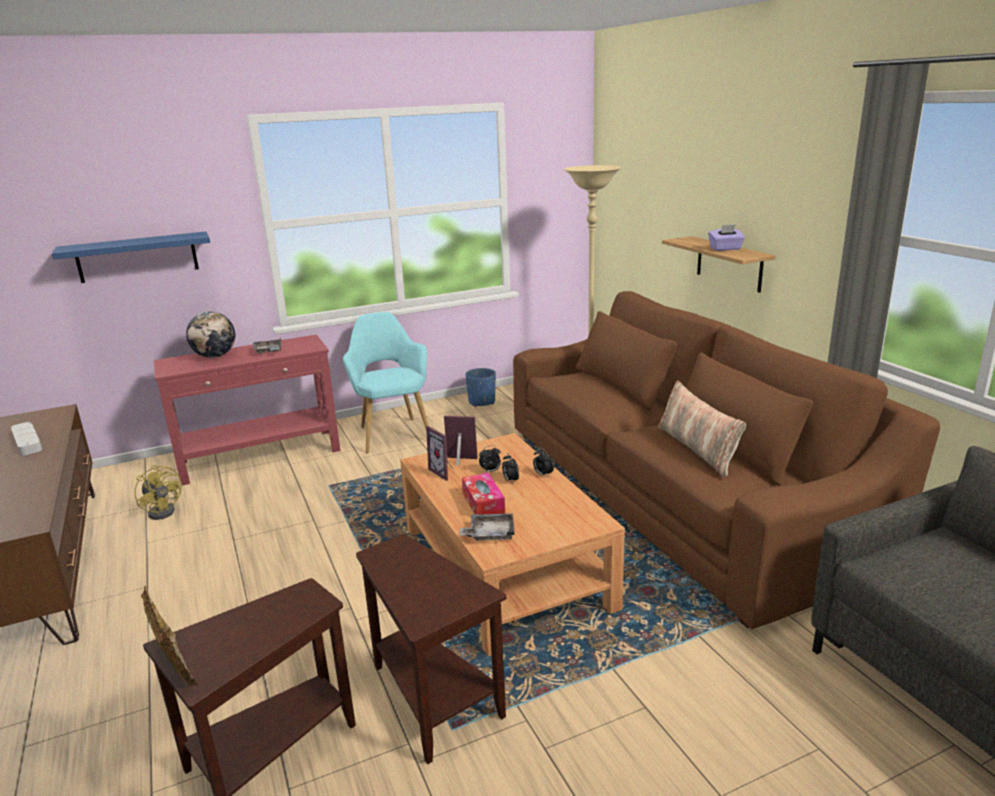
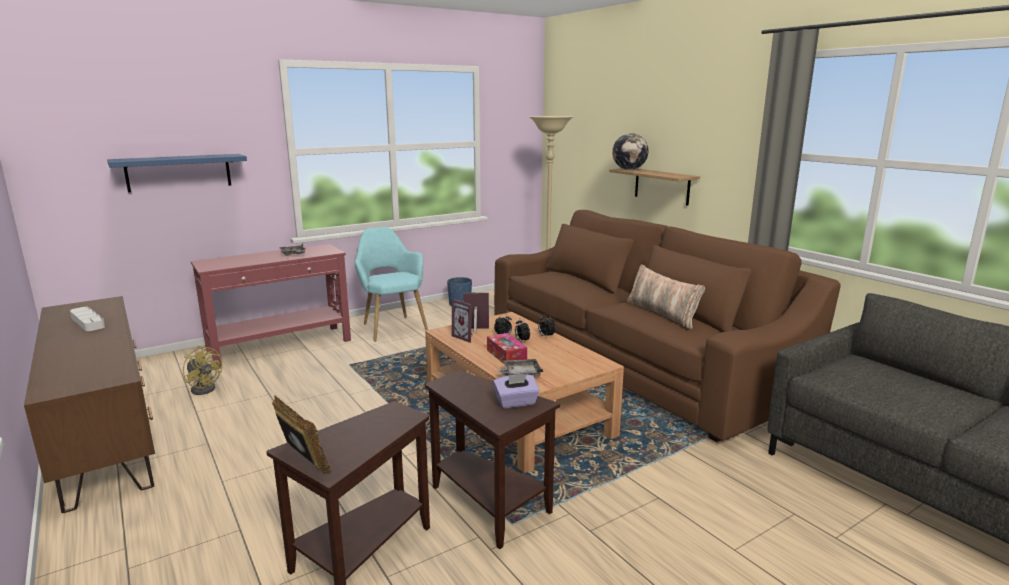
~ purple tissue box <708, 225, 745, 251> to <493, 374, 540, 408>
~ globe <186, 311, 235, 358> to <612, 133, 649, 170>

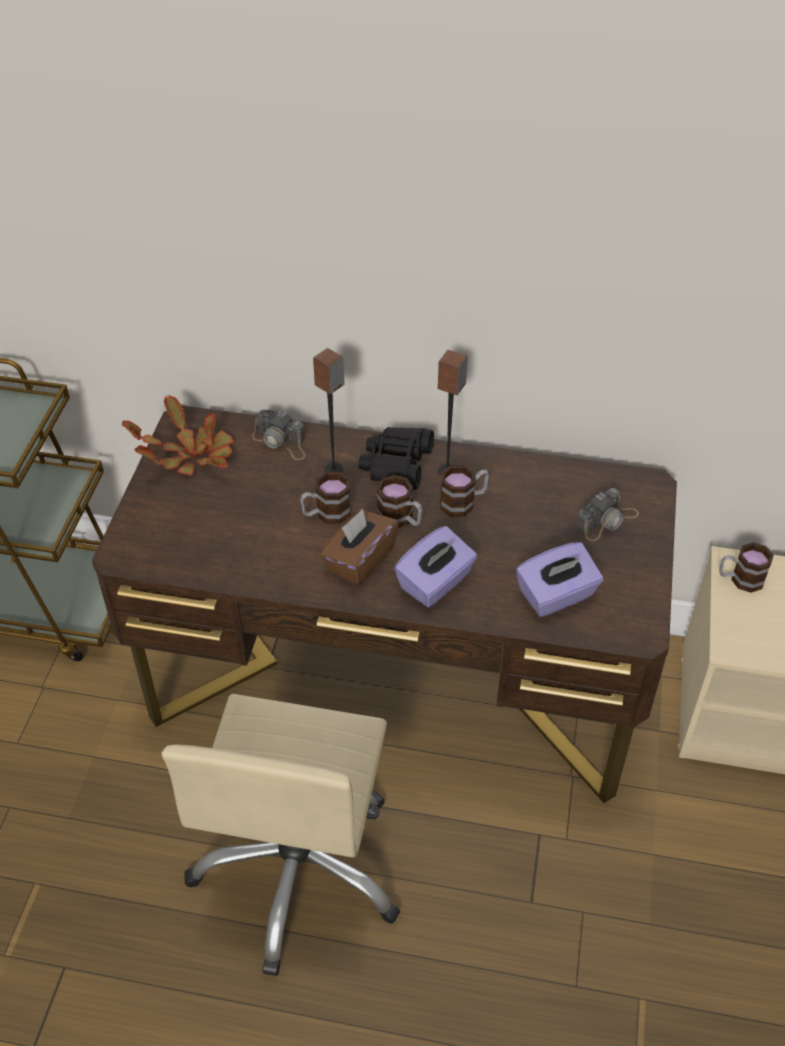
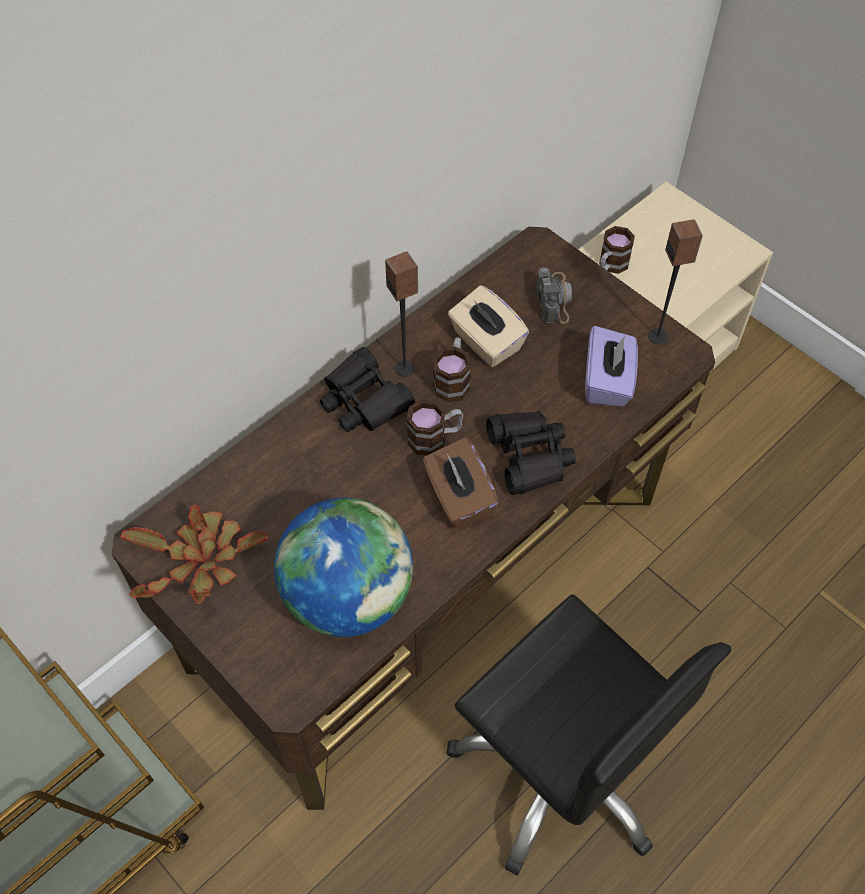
+ globe <274, 497, 413, 637>
~ beige office chair <162, 694, 400, 976> to black office chair <446, 594, 731, 875>
+ beige tissue box <448, 285, 529, 367>
~ purple tissue box <394, 526, 477, 607> to black binoculars <486, 411, 576, 495>
~ speaker <313, 348, 345, 473> to <648, 219, 703, 344>
- photo camera <252, 409, 305, 460>
- mug <300, 472, 351, 524>

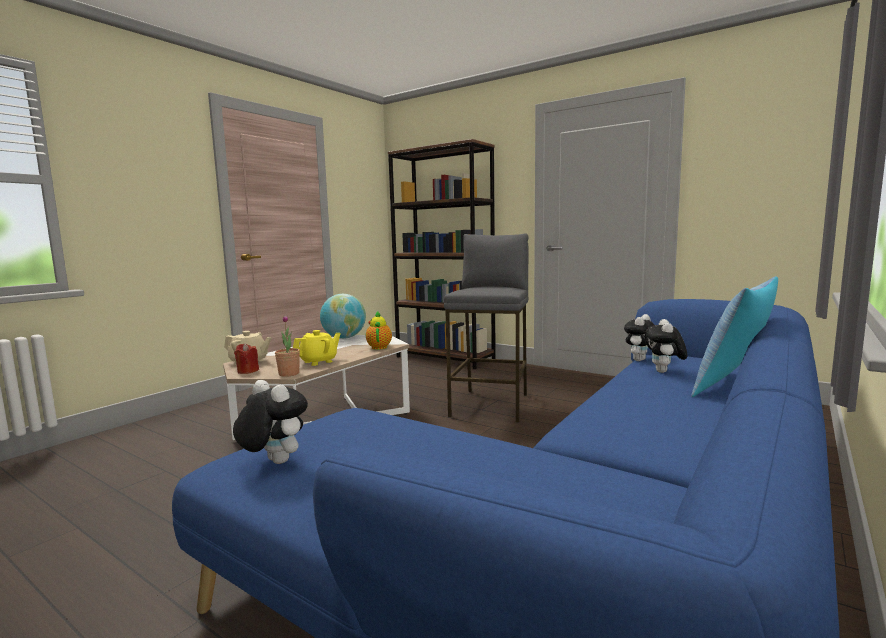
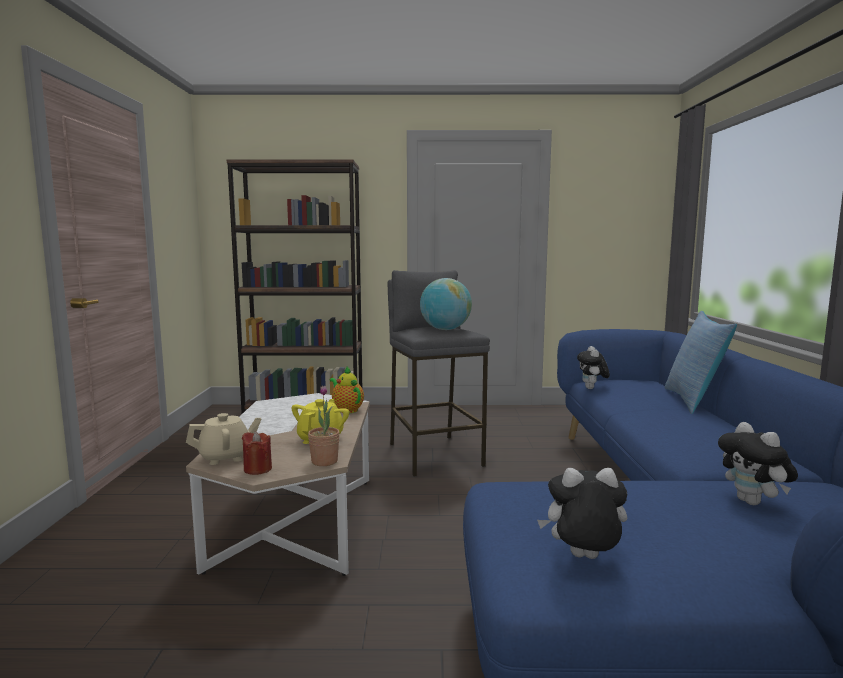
~ globe <320, 294, 366, 339> to <420, 278, 472, 330>
~ plush toy <646, 319, 687, 373> to <718, 422, 798, 505>

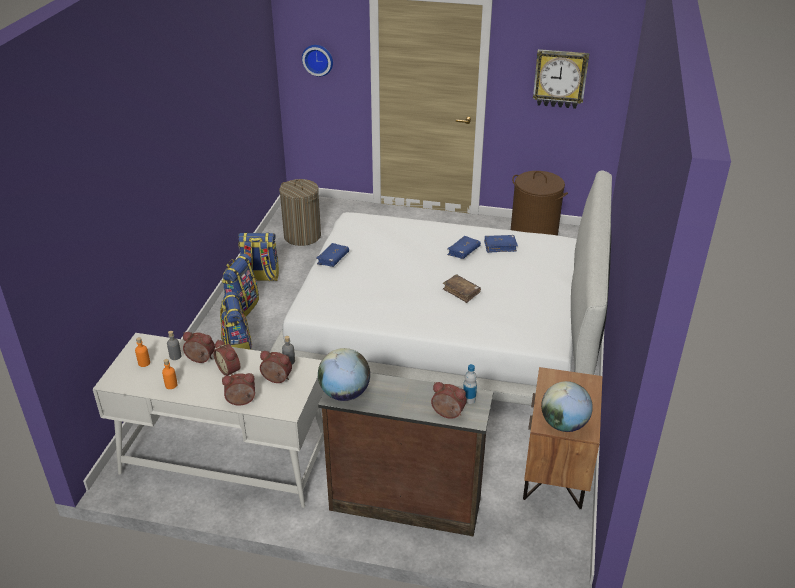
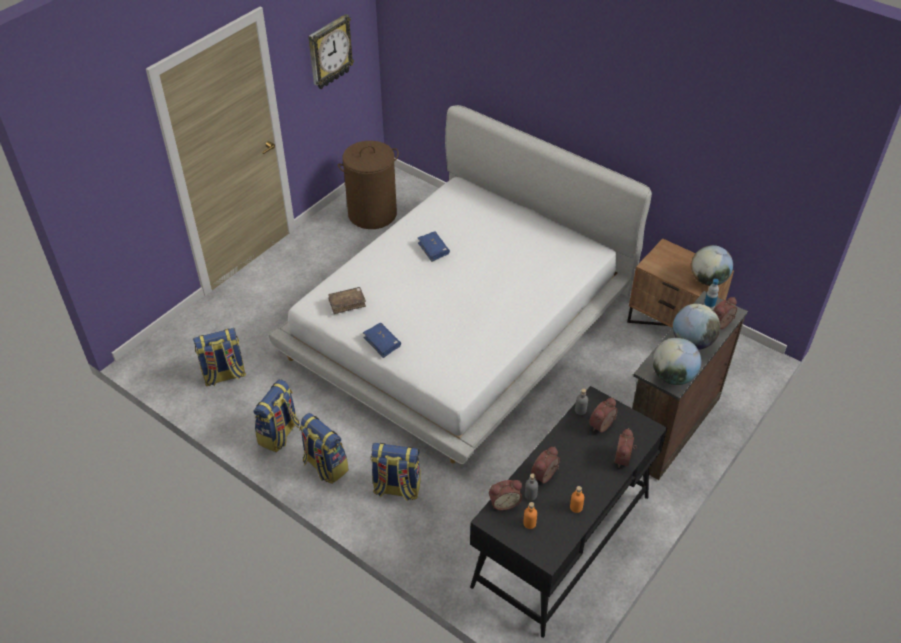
~ laundry basket <279, 179, 321, 246> to backpack <193, 328, 246, 386>
~ brown book <443, 274, 481, 303> to <328, 287, 366, 314>
~ white desk <93, 333, 324, 508> to black desk <470, 386, 667, 638>
~ alarm clock <213, 340, 240, 376> to <489, 480, 522, 510>
+ globe <673, 304, 720, 350>
- wall clock <302, 45, 333, 77>
- blue book <484, 235, 518, 253>

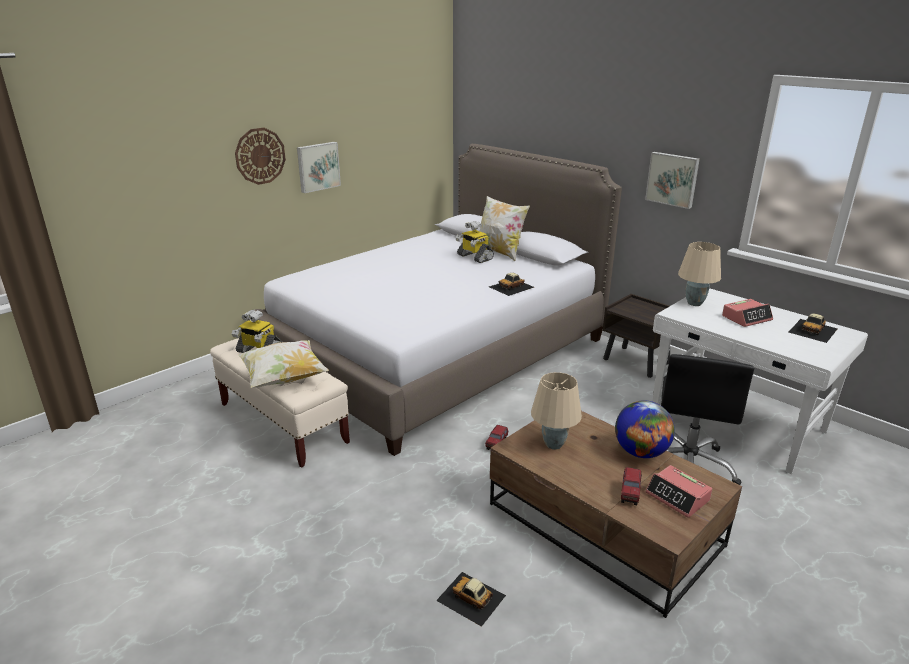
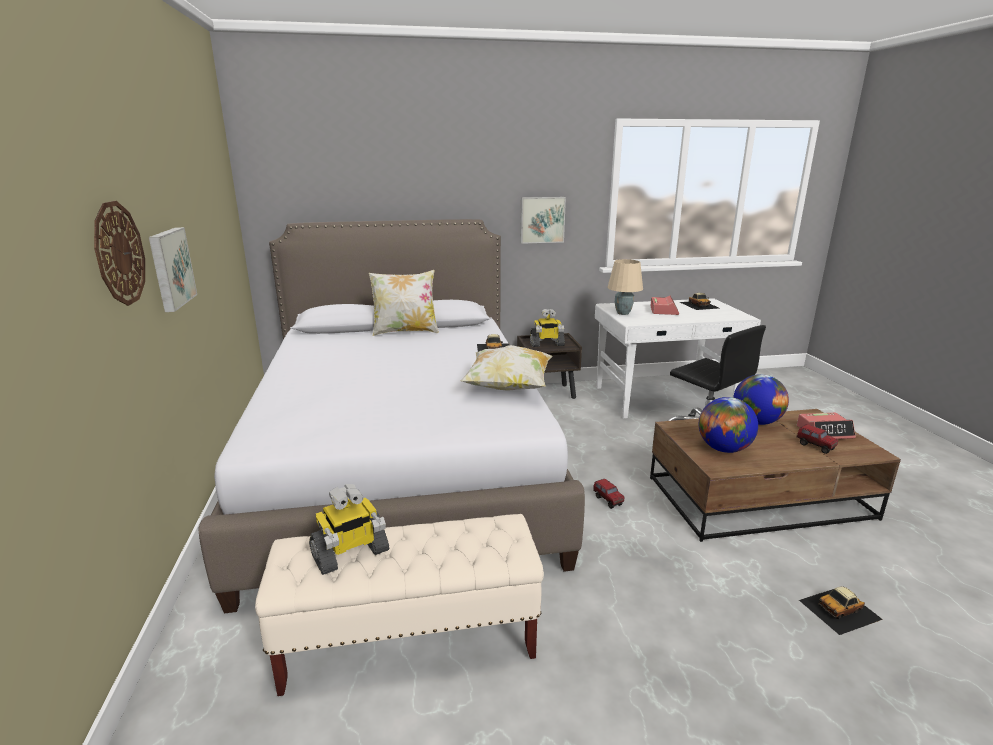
~ pillow <238, 340, 329, 388> to <460, 345, 553, 391>
~ toy robot <455, 221, 494, 263> to <530, 308, 565, 347>
~ beige table lamp <531, 372, 582, 450> to globe <699, 397, 758, 453>

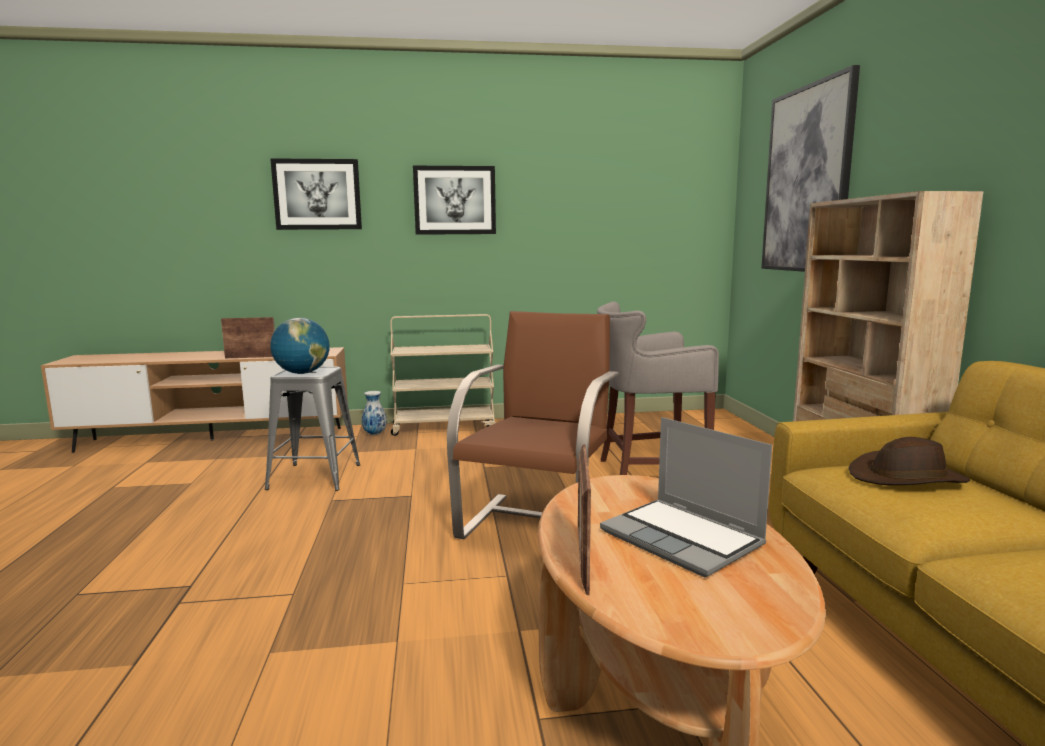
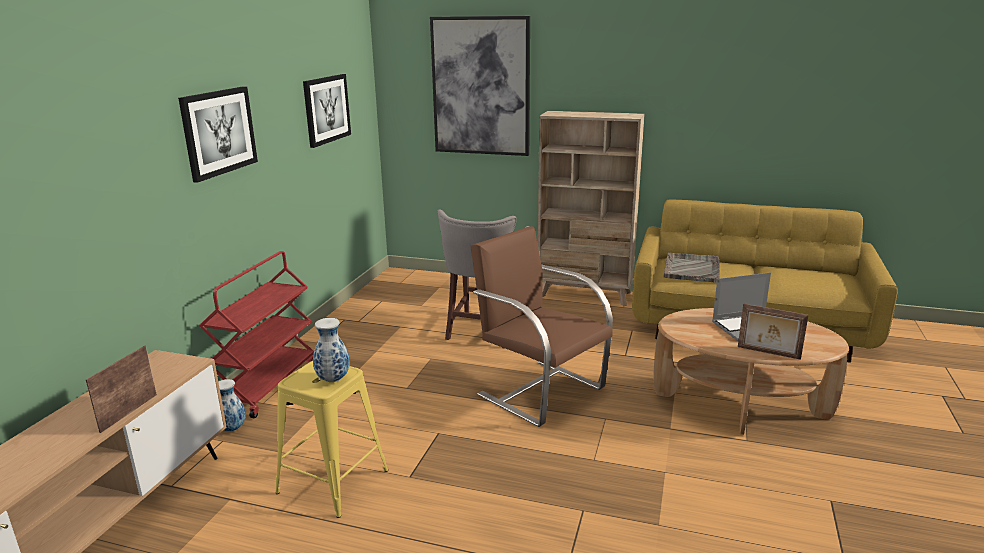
~ beige cart <390, 314, 496, 436> to red cart <199, 251, 314, 418>
~ grey stool <265, 367, 360, 491> to yellow stool <275, 361, 388, 518>
~ picture <270, 158, 362, 230> to <303, 74, 351, 148>
~ globe <270, 318, 330, 374> to vase <313, 318, 350, 382>
~ brown hat <848, 437, 970, 485> to grey tray <663, 253, 720, 283>

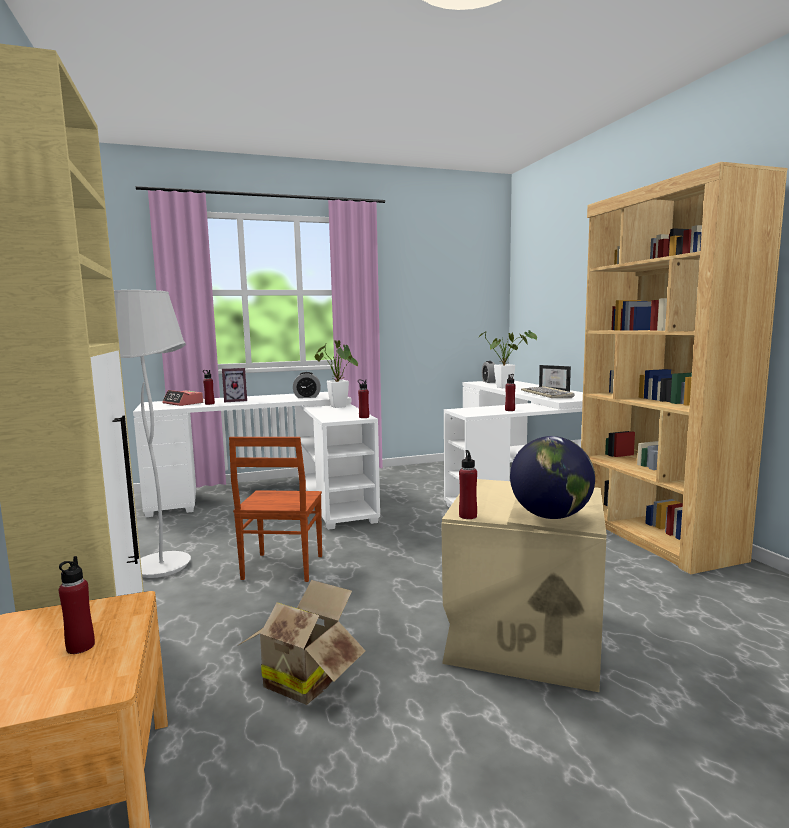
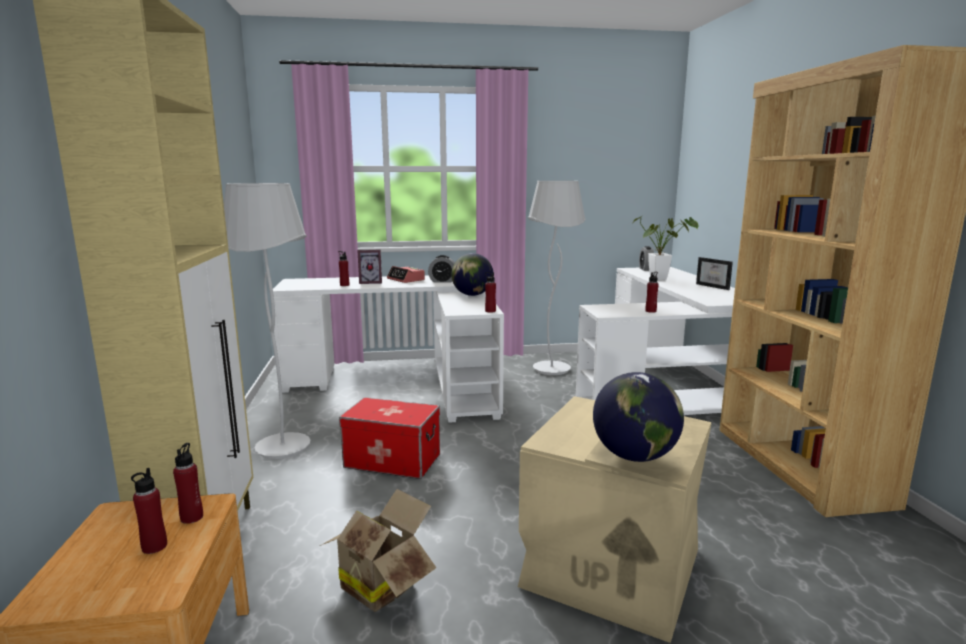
~ red bottle <459, 450, 477, 519> to <173, 443, 203, 524>
~ brown chair <229, 437, 322, 582> to storage box <339, 397, 440, 479>
~ alarm clock <162, 390, 203, 406> to <387, 266, 425, 283>
~ potted plant <315, 340, 358, 408> to globe <451, 253, 493, 296>
+ white floor lamp <528, 181, 586, 375>
- keyboard <521, 386, 575, 398>

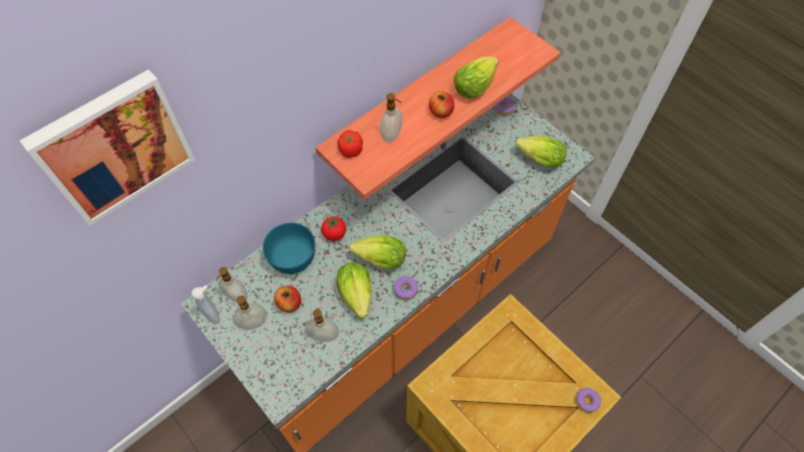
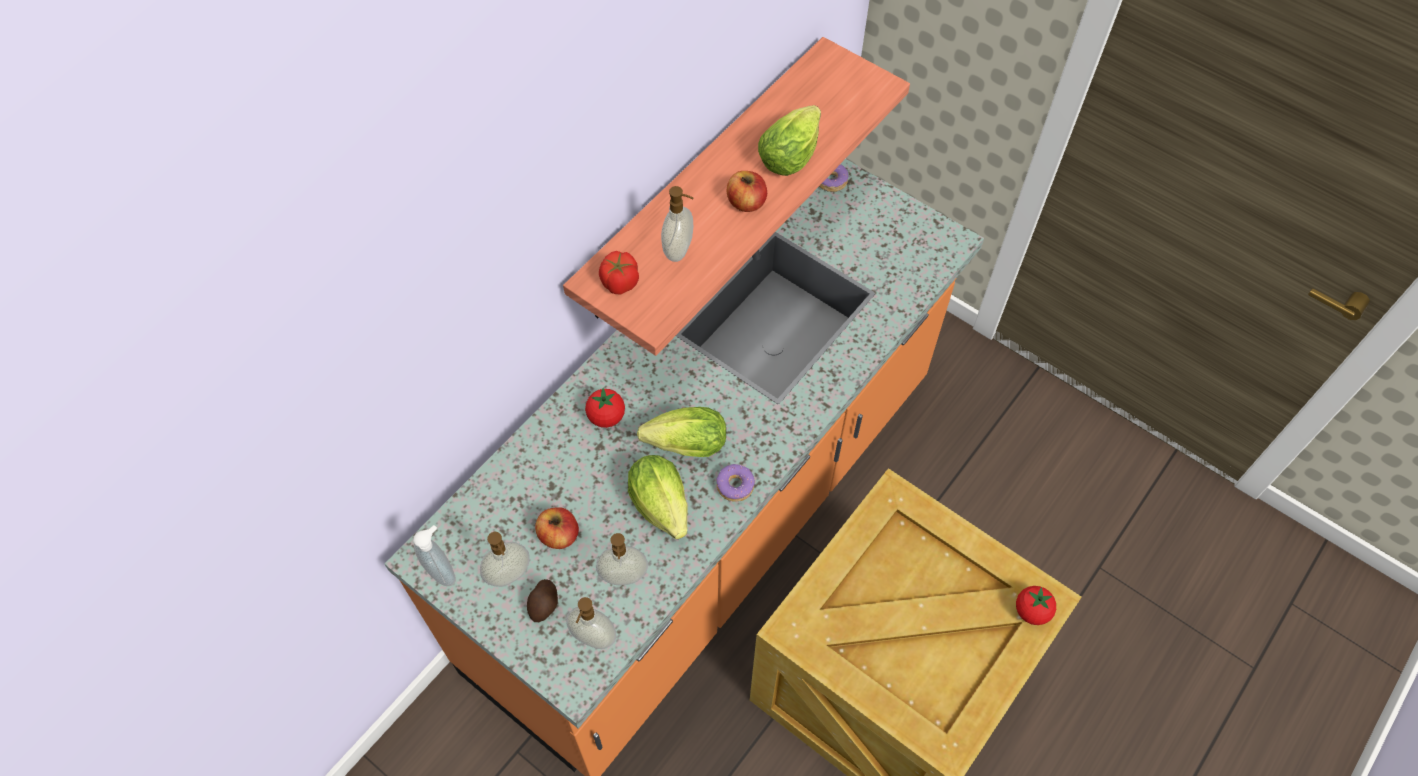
+ potato <527, 579, 558, 622>
~ soap dispenser <215, 267, 248, 303> to <566, 597, 616, 649>
~ donut <576, 388, 601, 413> to tomato <1016, 586, 1056, 625>
- picture <20, 69, 195, 226>
- turquoise bowl <263, 223, 315, 274>
- lettuce <515, 136, 567, 168>

